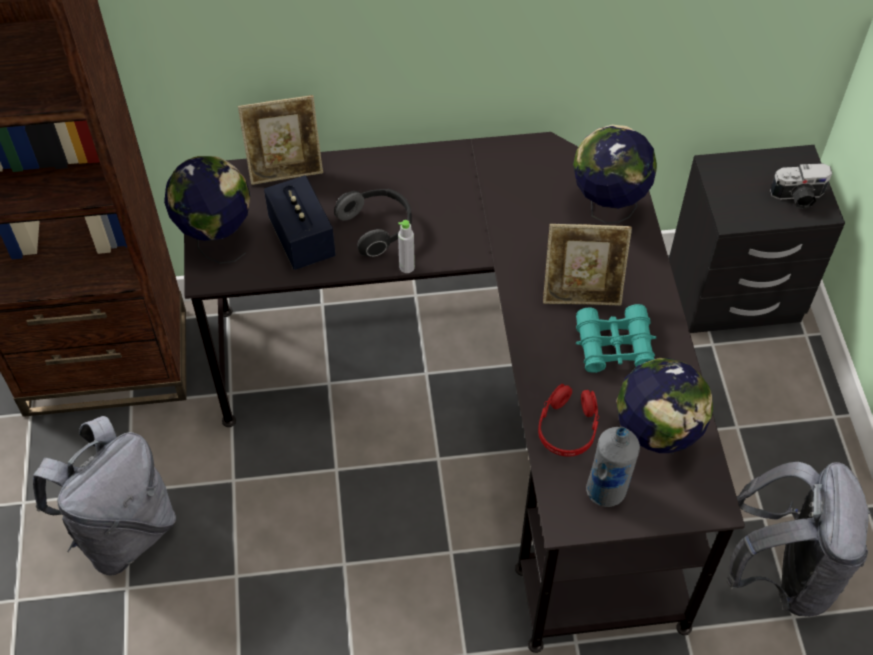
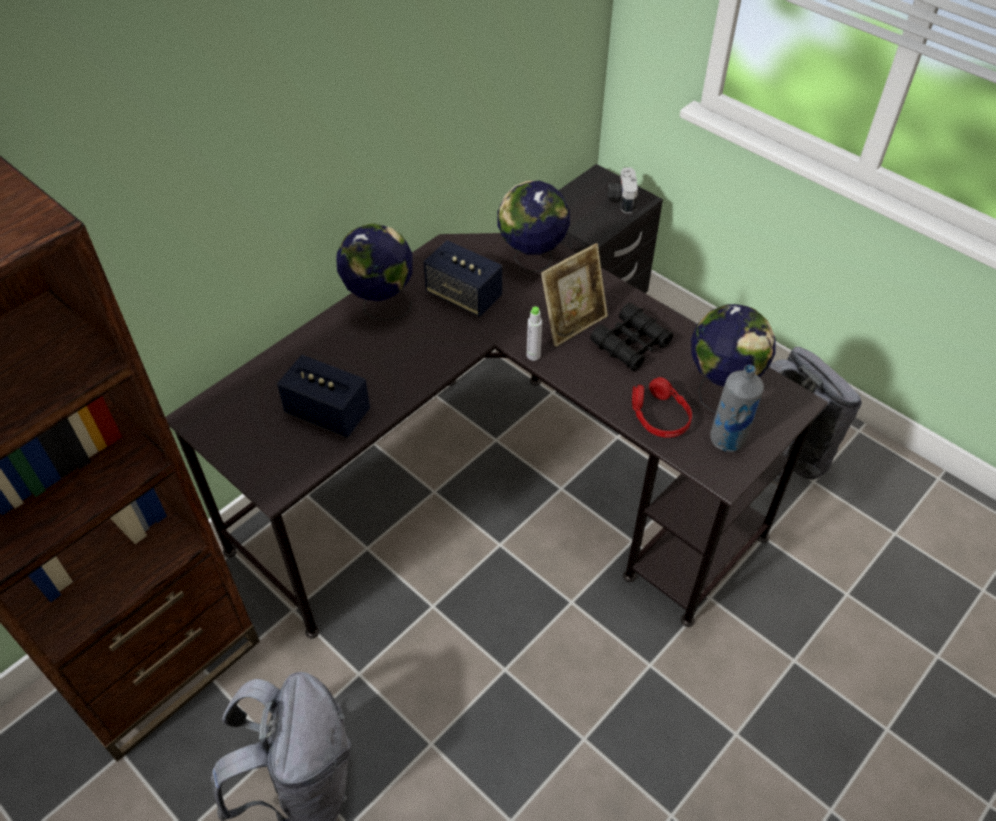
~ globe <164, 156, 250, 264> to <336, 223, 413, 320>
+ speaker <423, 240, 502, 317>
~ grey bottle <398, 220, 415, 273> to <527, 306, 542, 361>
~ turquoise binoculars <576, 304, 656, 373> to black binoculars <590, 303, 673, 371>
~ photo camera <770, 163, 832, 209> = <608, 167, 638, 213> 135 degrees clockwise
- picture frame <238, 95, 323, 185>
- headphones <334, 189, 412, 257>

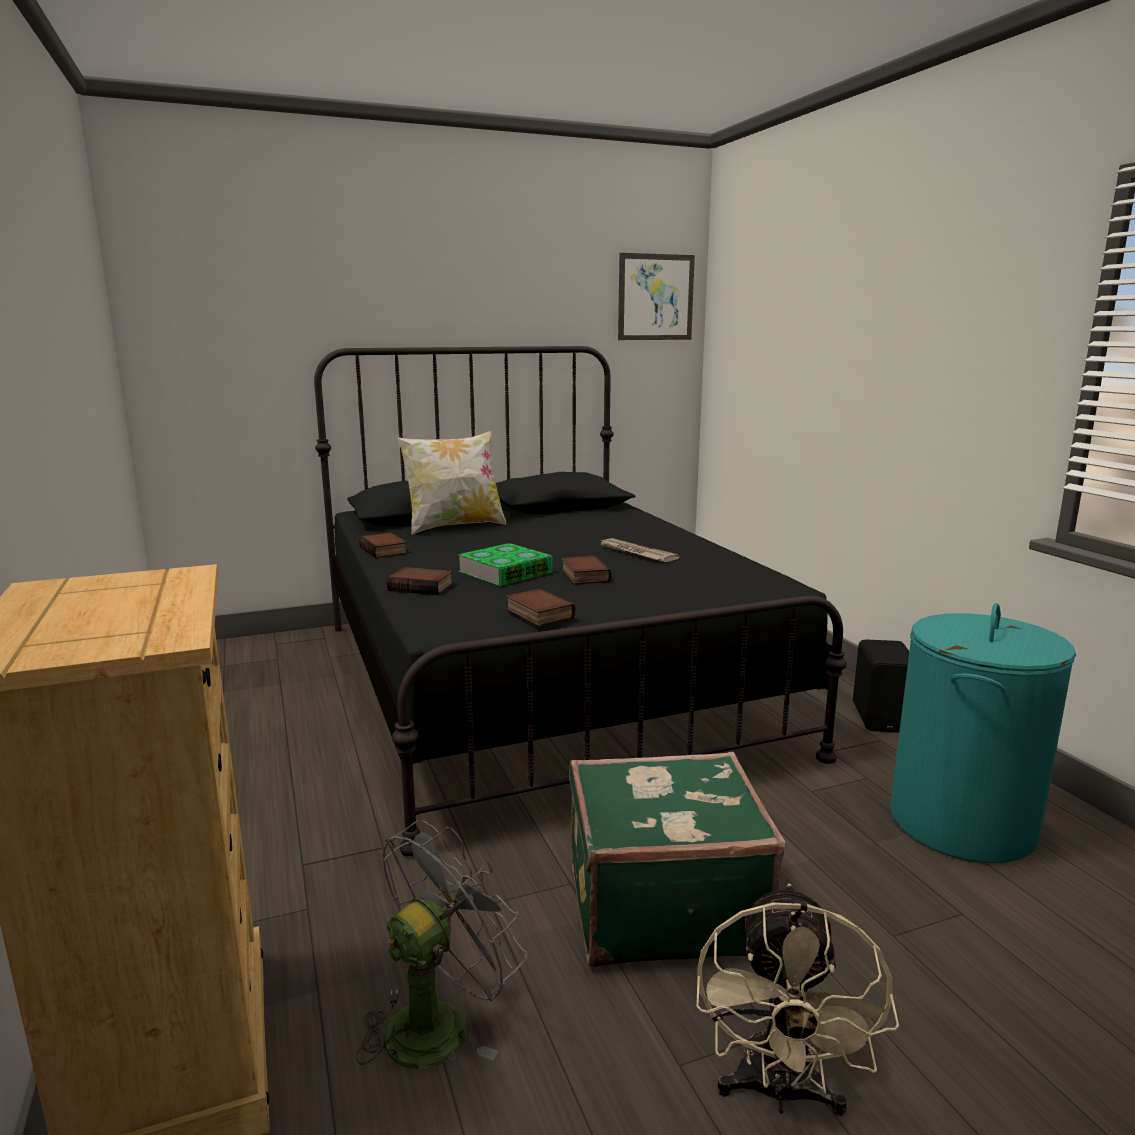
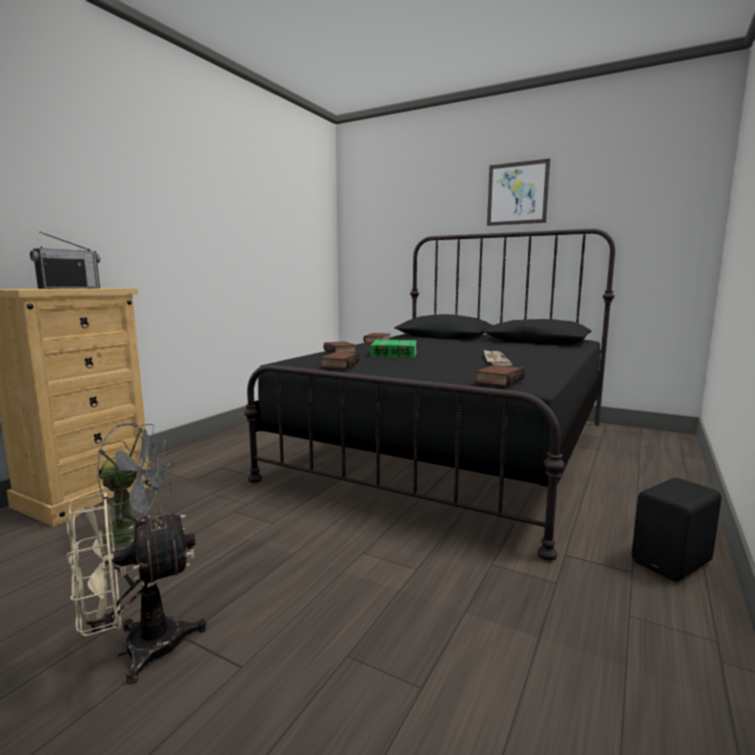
+ radio <30, 231, 100, 289>
~ book <562, 555, 612, 585> to <475, 365, 525, 387>
~ picture <618, 253, 695, 340> to <487, 159, 550, 226>
- pillow <397, 430, 507, 534>
- green suitcase <569, 752, 785, 967>
- turquoise laundry basket <890, 603, 1076, 863>

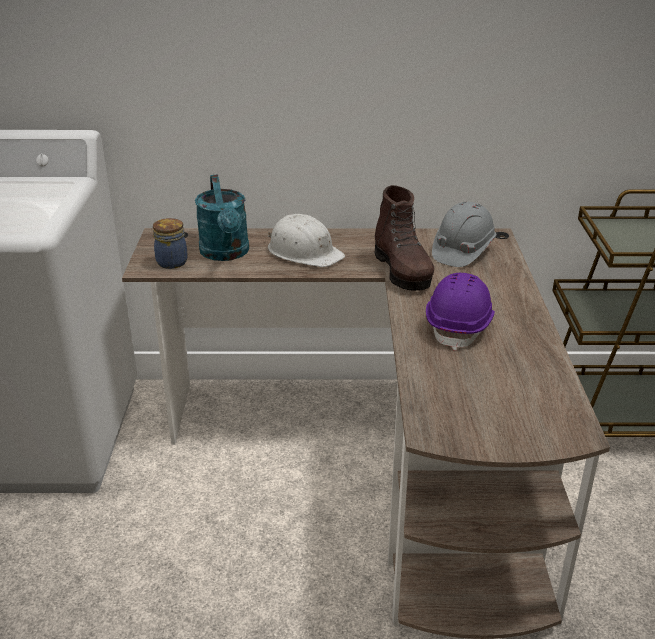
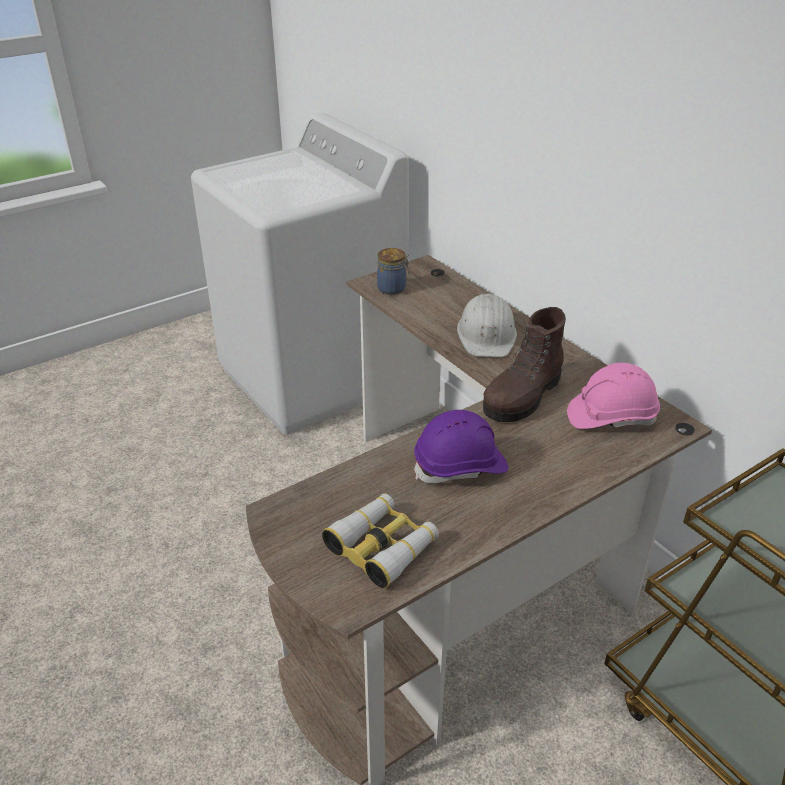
+ binoculars <322, 493, 439, 588>
~ grey hard hat <432, 202, 497, 267> to pink hard hat <567, 363, 660, 429>
- turquoise watering can <195, 174, 249, 261>

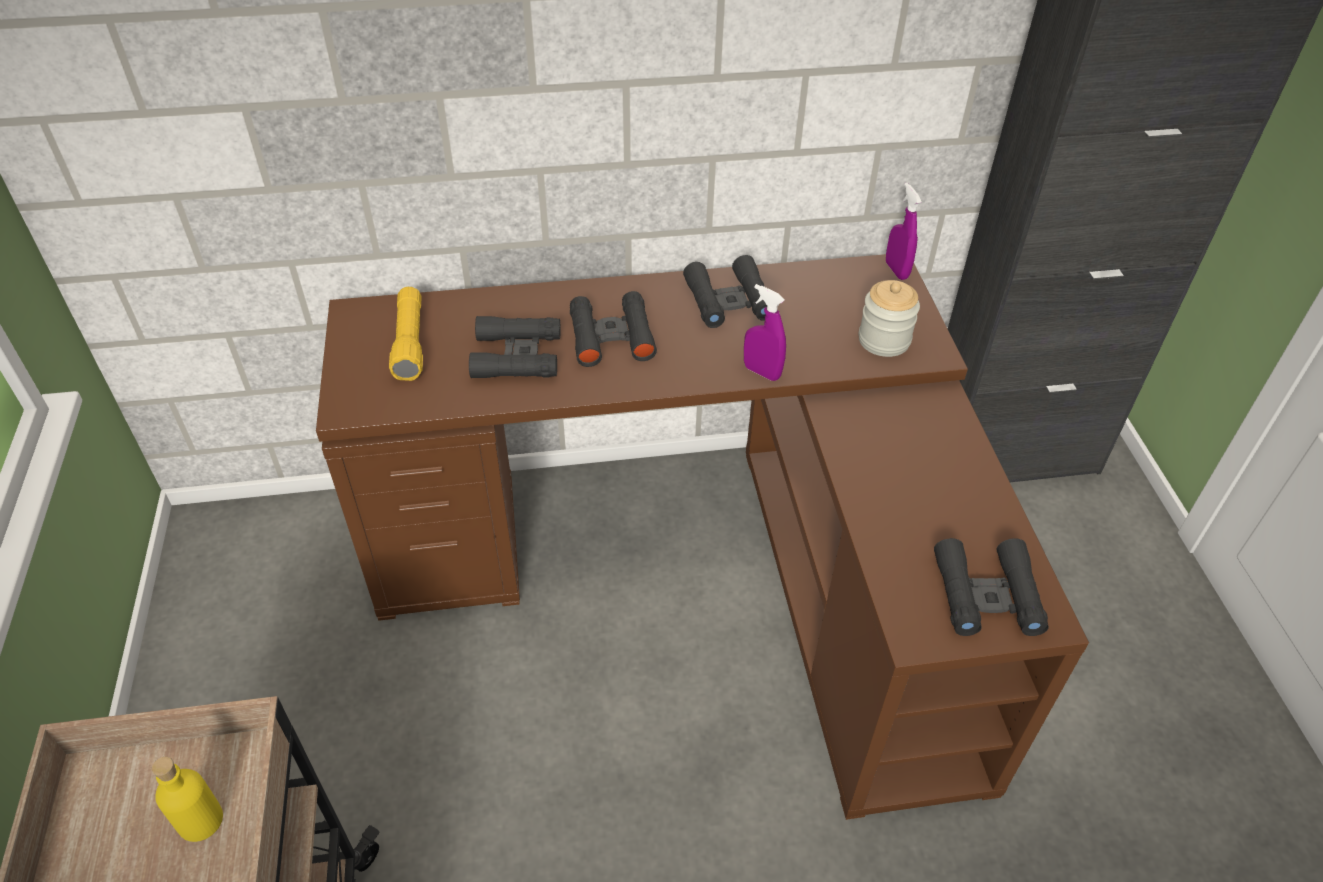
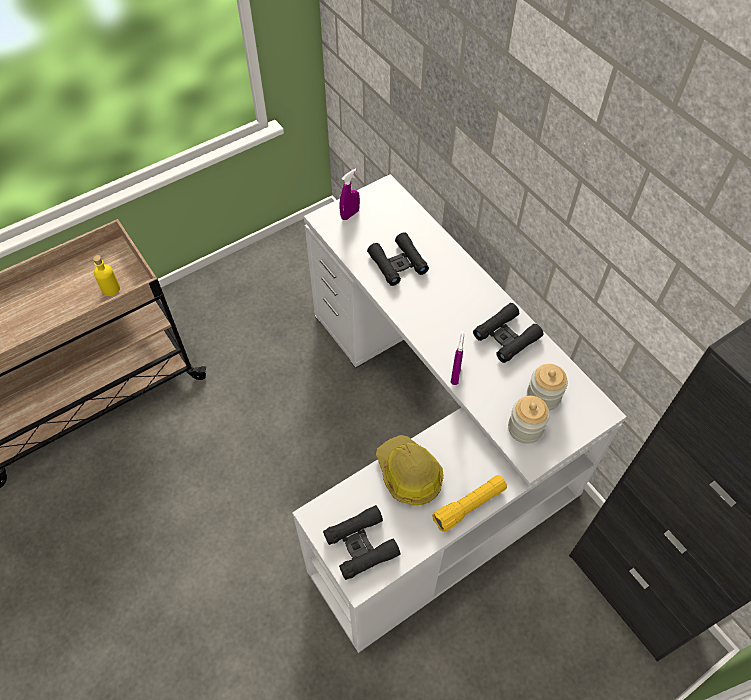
~ brown desk <316, 254, 1089, 820> to white desk <292, 174, 627, 653>
~ purple spray bottle <886, 183, 921, 280> to <339, 169, 360, 220>
+ hard hat <376, 435, 444, 505>
~ yellow flashlight <389, 287, 423, 381> to <432, 475, 507, 532>
+ jar <527, 364, 568, 411>
- black binoculars <570, 291, 657, 367>

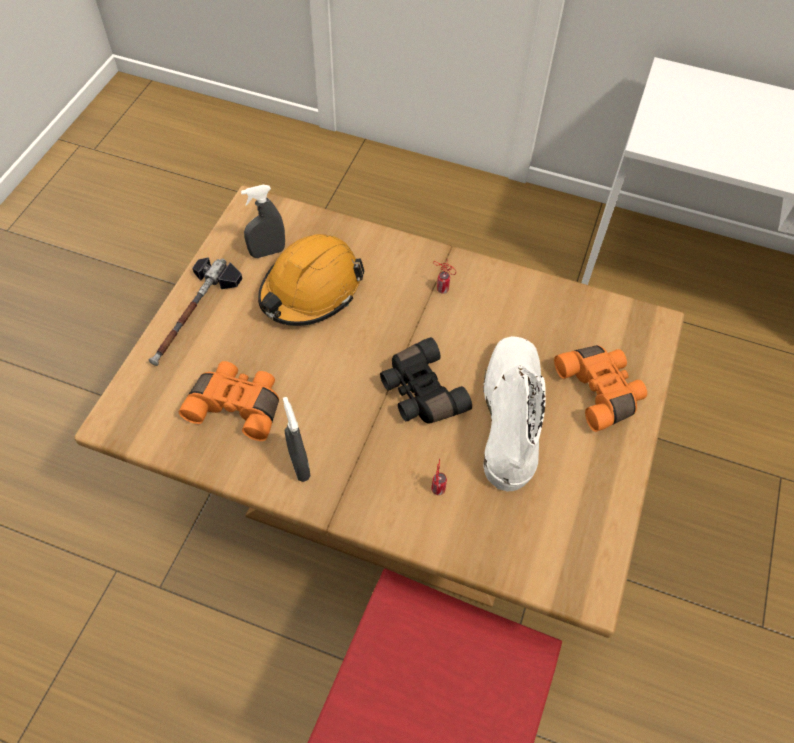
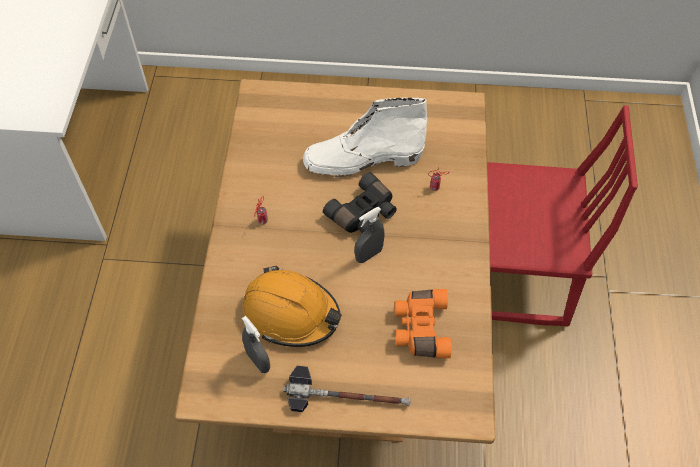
~ grey spray bottle <283, 397, 310, 482> to <355, 207, 385, 263>
- orange binoculars <554, 346, 647, 432>

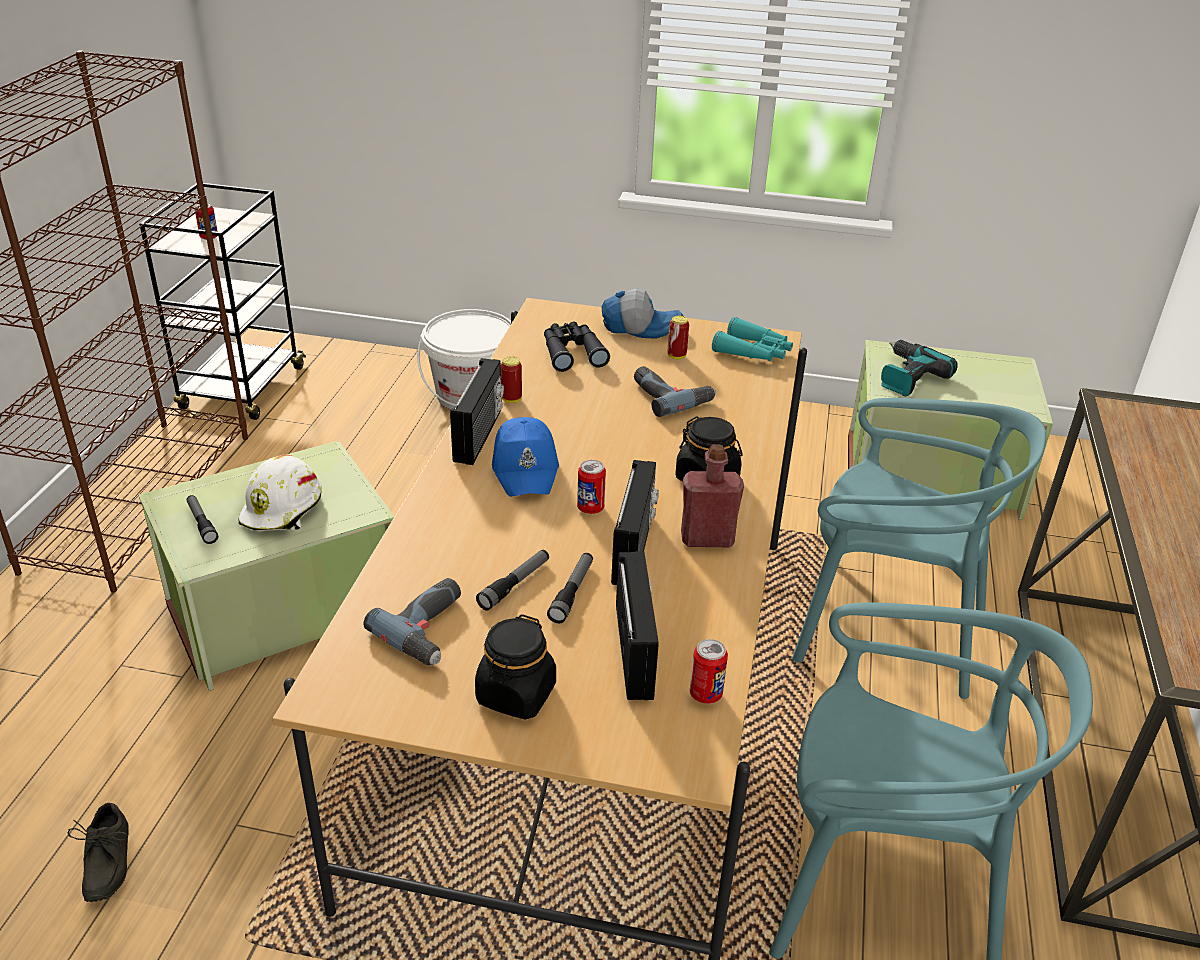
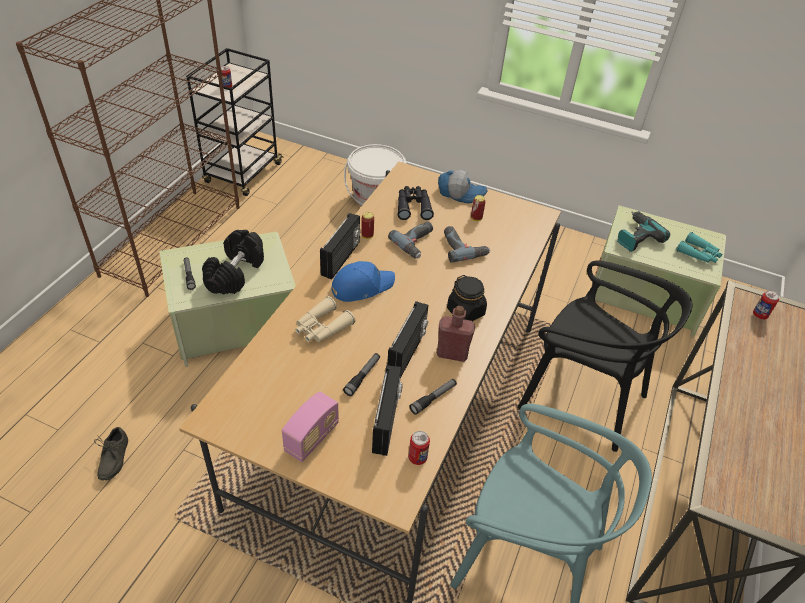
~ white hard hat <238, 455, 322, 531> to black dumbbell <202, 230, 264, 294>
~ black jar <475, 614, 556, 719> to radio <282, 392, 339, 462>
+ beige binoculars <295, 296, 356, 342>
~ blue cap <492, 417, 559, 497> = <332, 261, 395, 302> 120 degrees counterclockwise
~ power drill <364, 578, 461, 665> to <388, 222, 433, 259>
~ flashlight <476, 550, 549, 611> to <409, 379, 457, 415>
~ turquoise chair <792, 398, 1046, 699> to black chair <518, 261, 692, 452>
~ turquoise binoculars <712, 317, 793, 361> to <676, 232, 722, 263>
~ can <577, 460, 606, 514> to <753, 290, 779, 319>

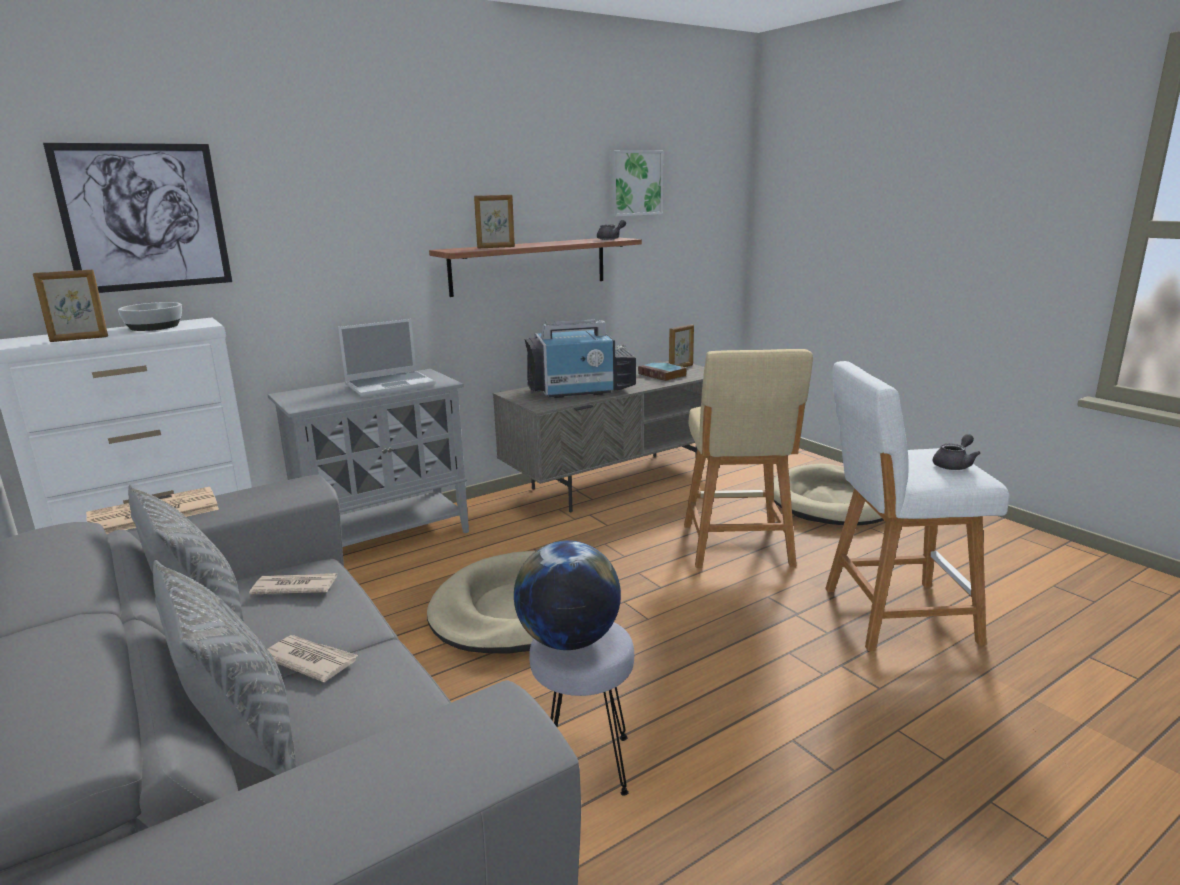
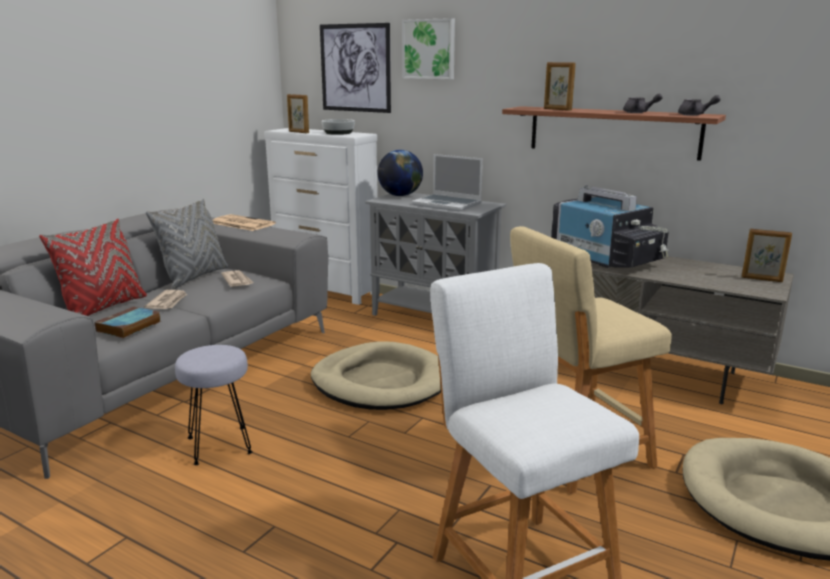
~ grey pillow <153, 559, 296, 775> to red pillow <39, 219, 147, 316>
~ book <638, 361, 687, 381> to <94, 306, 161, 338>
~ globe <514, 540, 621, 650> to <377, 150, 423, 196>
~ picture <609, 150, 664, 217> to <402, 18, 455, 79>
~ grey teapot <933, 434, 981, 470> to <623, 94, 663, 113>

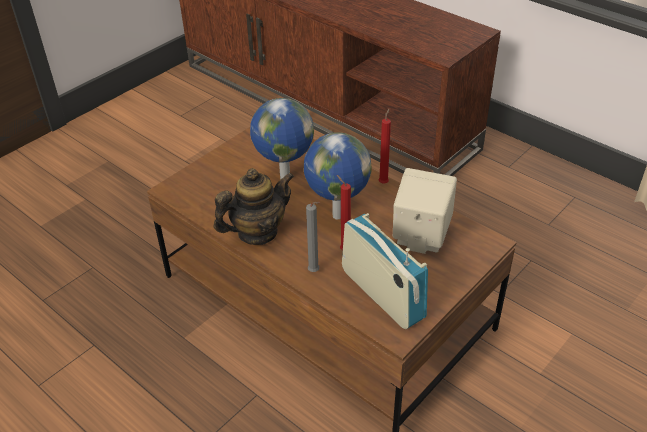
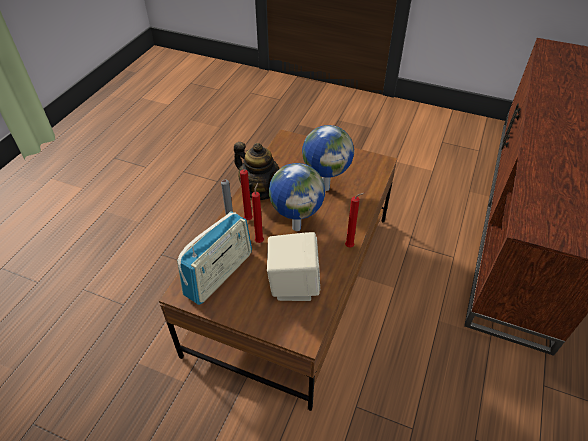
+ red candle <240, 169, 253, 220>

